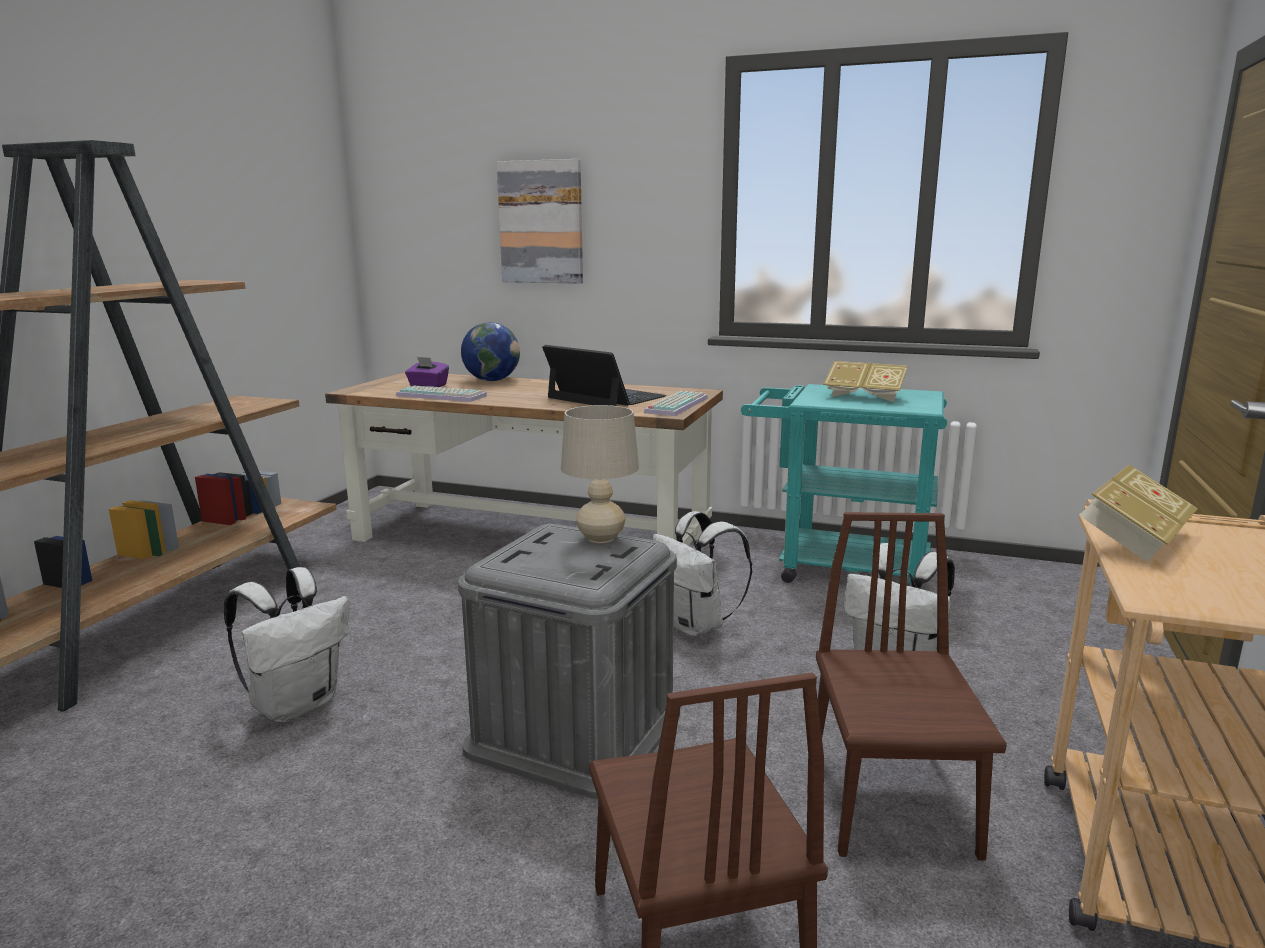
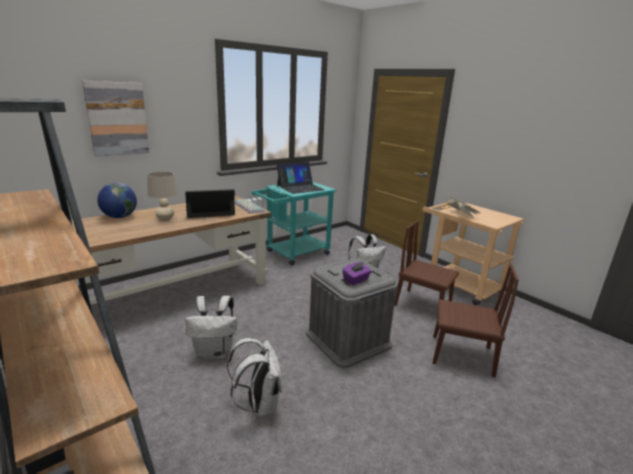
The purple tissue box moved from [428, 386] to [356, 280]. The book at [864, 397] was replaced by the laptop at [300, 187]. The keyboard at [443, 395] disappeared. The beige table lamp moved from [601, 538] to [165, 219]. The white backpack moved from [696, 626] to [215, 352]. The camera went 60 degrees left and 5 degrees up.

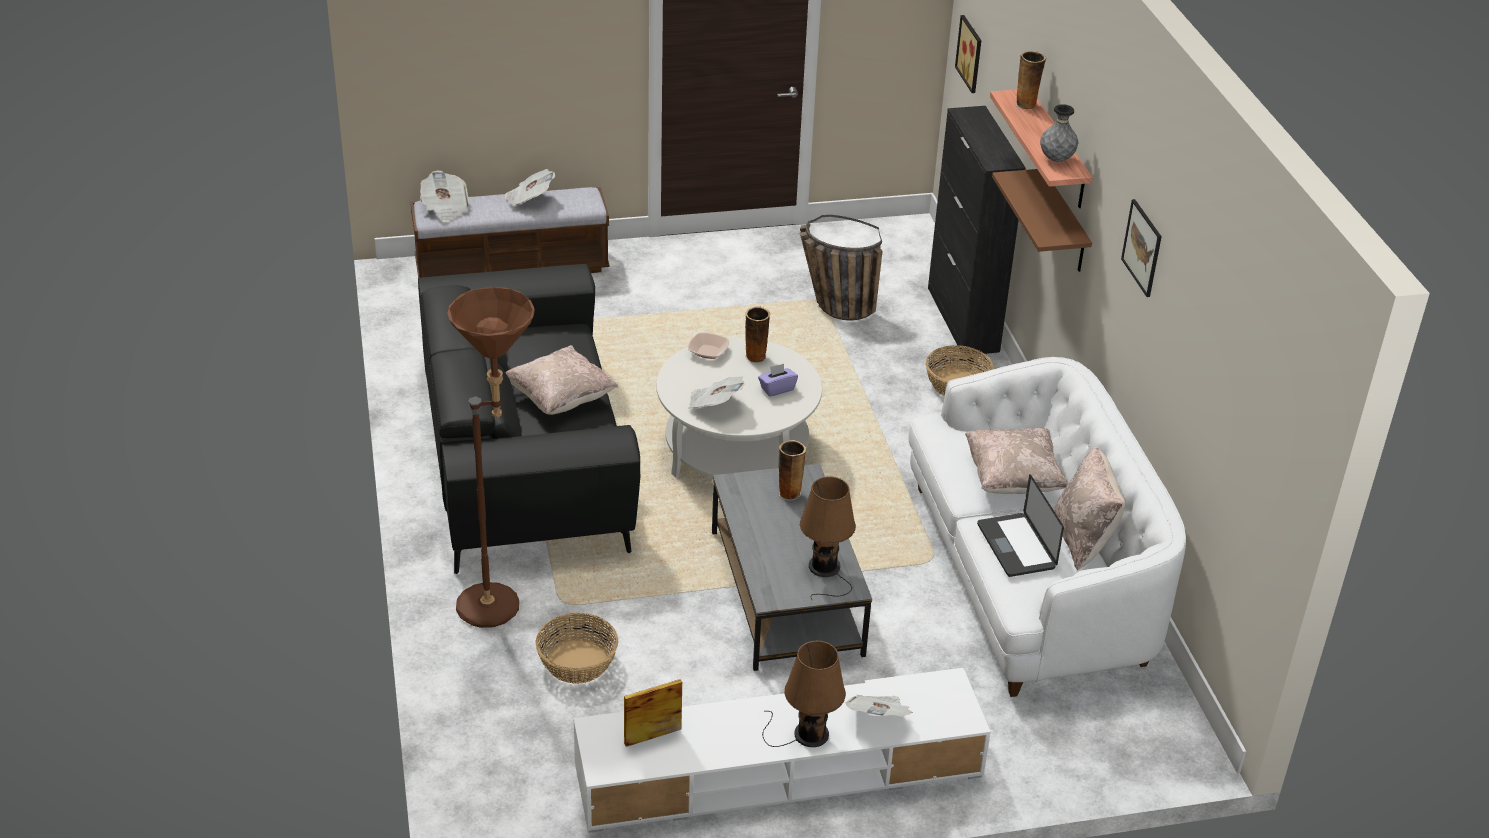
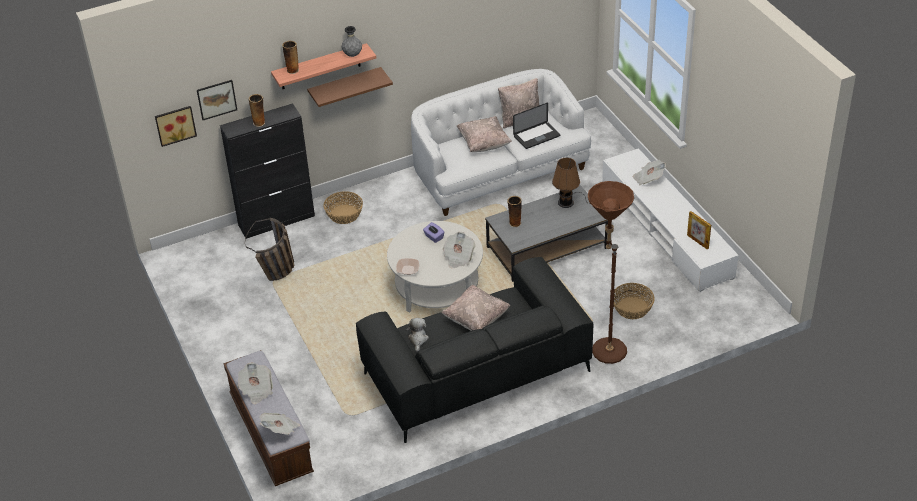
The picture moved from [1142, 247] to [216, 99]. The vase moved from [755, 357] to [259, 123]. The brown table lamp at [806, 734] disappeared. The plush toy at [418, 339] appeared. The camera went 100 degrees left and 5 degrees up.

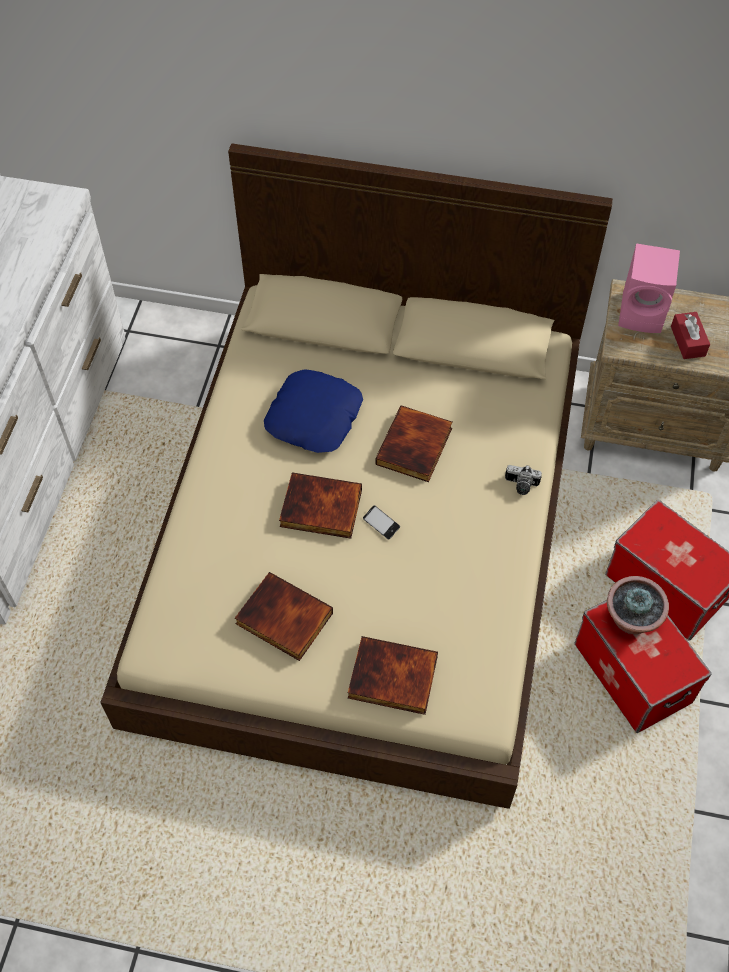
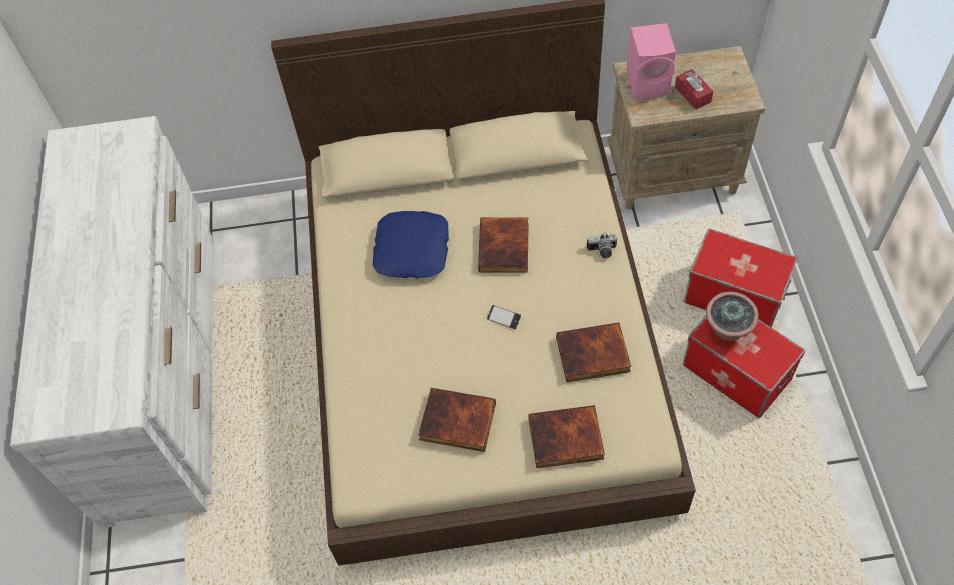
The book moved from [320, 509] to [592, 356]. The camera went 15 degrees left and 0 degrees up.

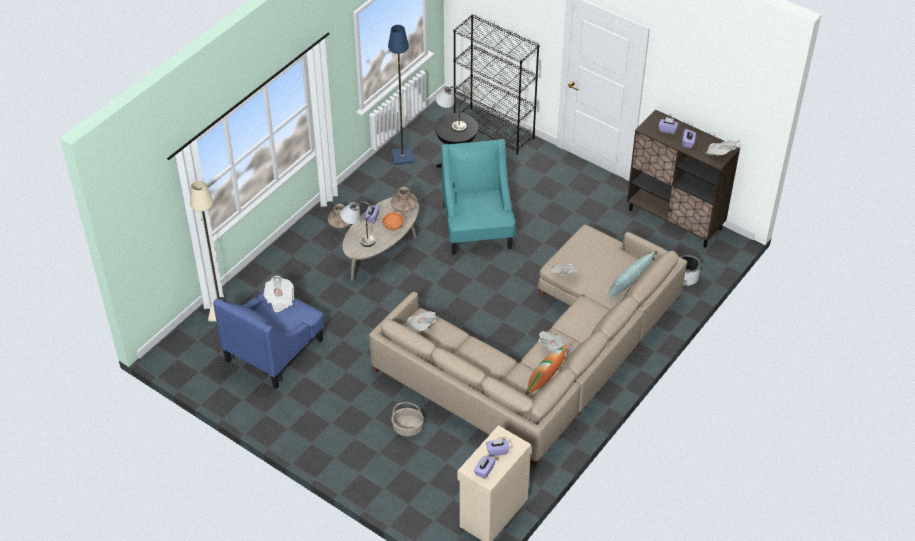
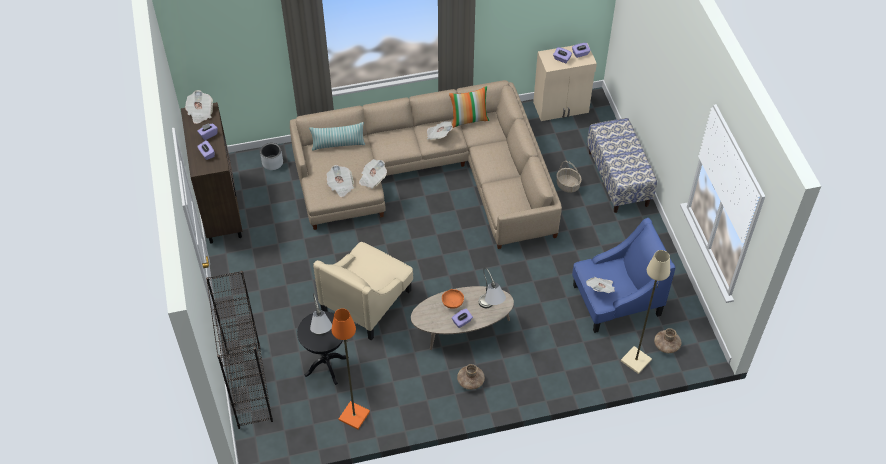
The blue floor lamp at [403, 157] became the orange floor lamp at [354, 415]. The turquoise armchair at [477, 226] became the beige armchair at [367, 301]. The brown vase moved from [404, 207] to [666, 345]. The newspaper moved from [420, 327] to [340, 186]. The bench at [618, 179] appeared. The camera went 140 degrees left and 5 degrees up.

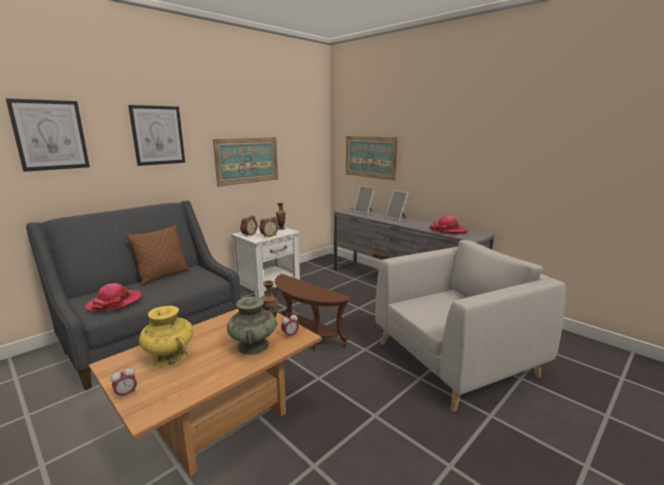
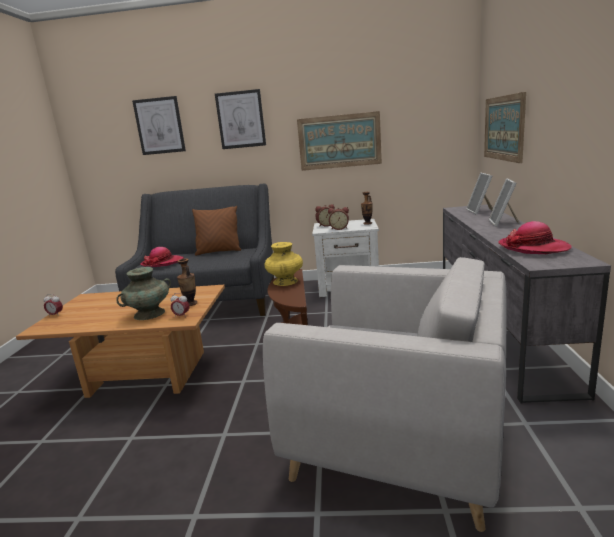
The yellow vase moved from [169, 357] to [285, 281]. The camera went 50 degrees right and 0 degrees up.

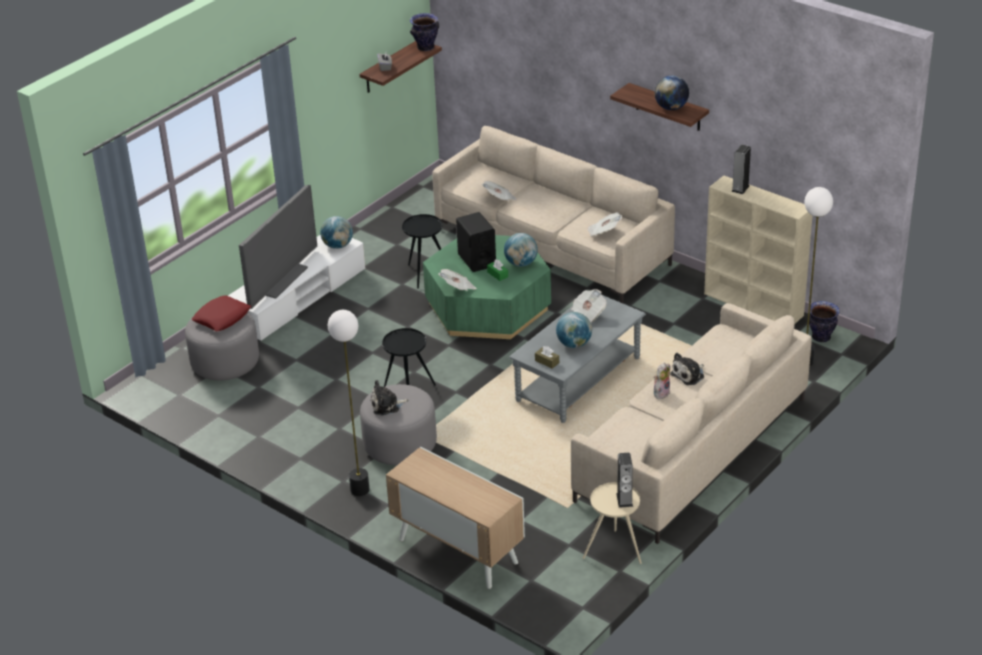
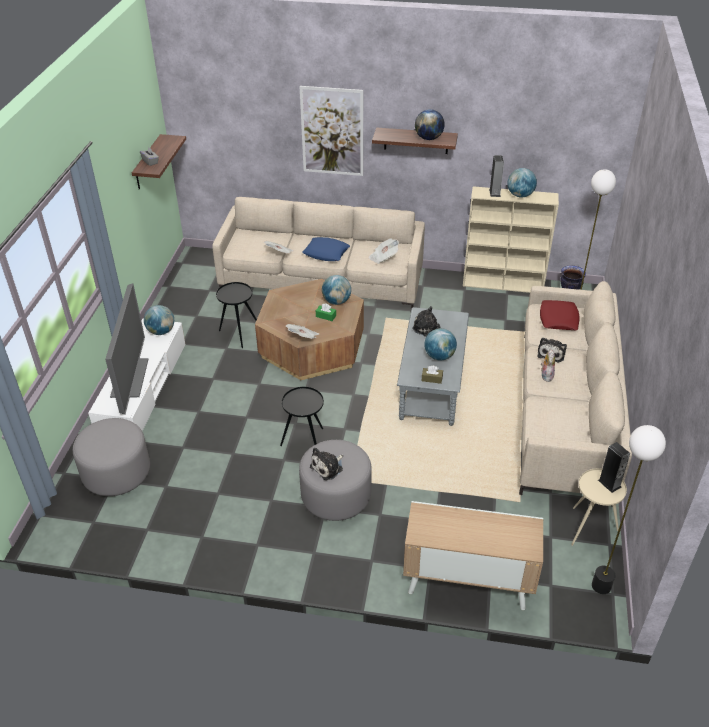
The vase at [425, 47] disappeared. The black speaker at [476, 260] disappeared. The green coffee table at [488, 307] became the brown coffee table at [312, 346]. The newspaper at [586, 316] was replaced by the plush toy at [427, 329]. The red pillow moved from [222, 318] to [558, 319]. The floor lamp moved from [360, 489] to [601, 585]. The picture at [332, 131] appeared. The globe at [520, 195] appeared. The blue pillow at [326, 253] appeared. The camera went 30 degrees left and 5 degrees up.

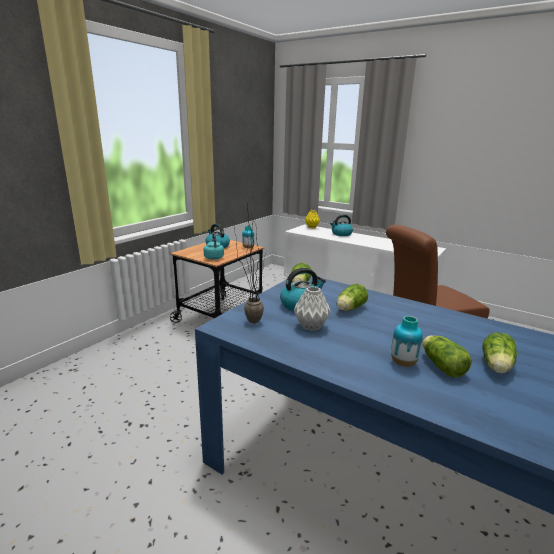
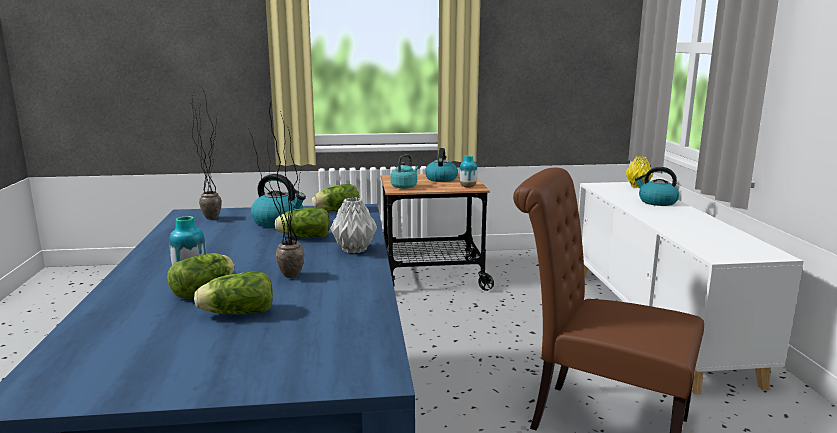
The grey vase moved from [311, 326] to [355, 249]. The potted plant at [283, 275] appeared. The camera went 50 degrees right and 5 degrees down.

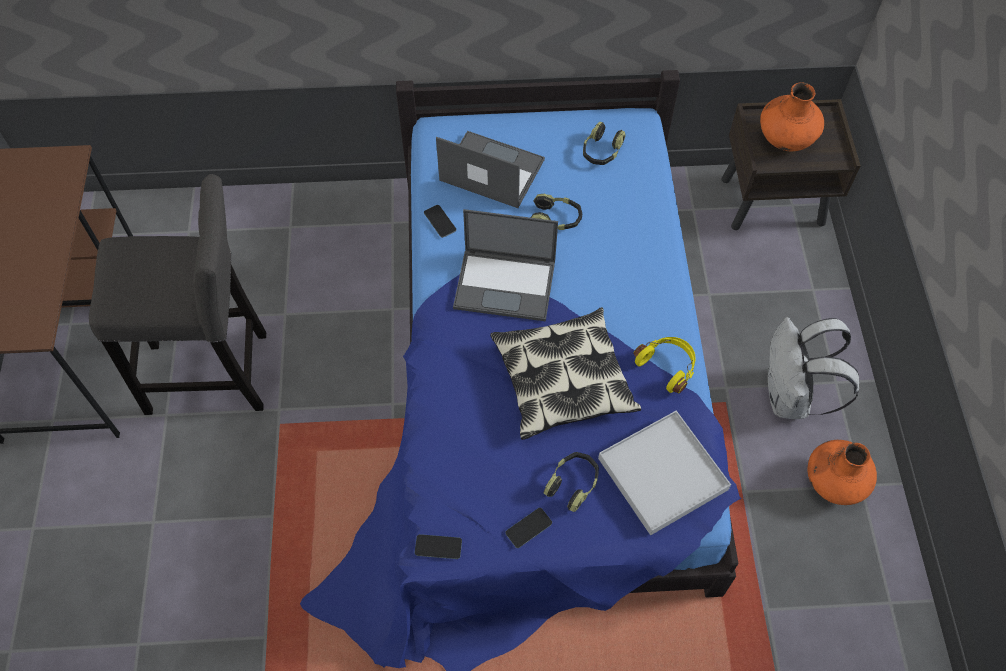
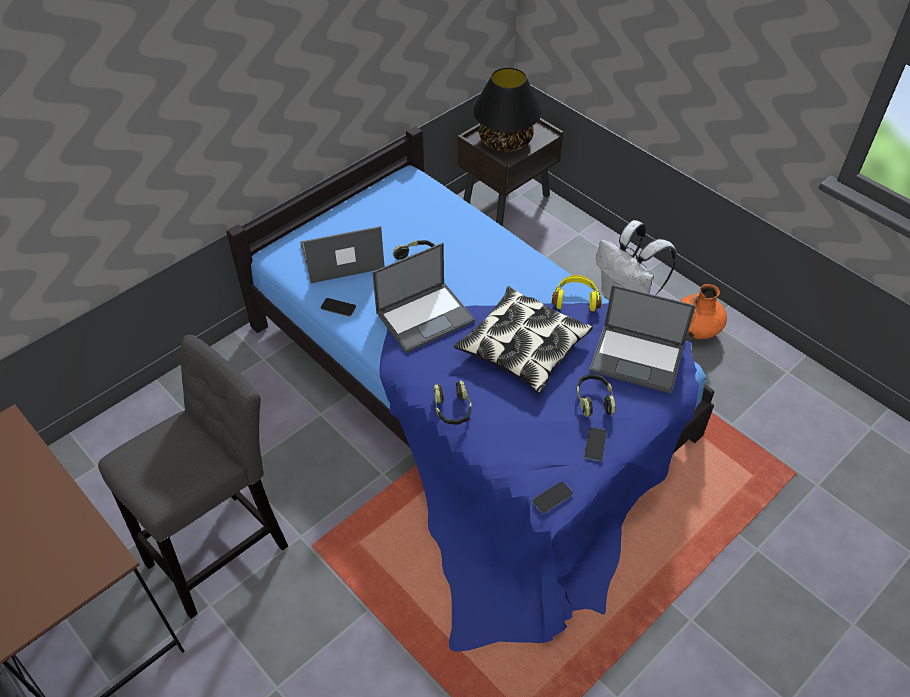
The orange vase at [785, 139] was replaced by the black table lamp at [505, 141]. The headphones moved from [601, 151] to [452, 409]. The white tray at [663, 474] was replaced by the laptop at [638, 358]. The camera went 40 degrees left and 10 degrees down.

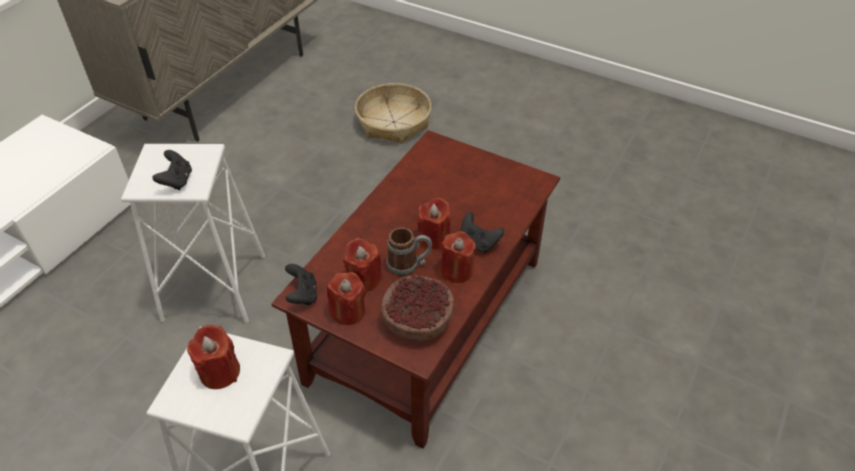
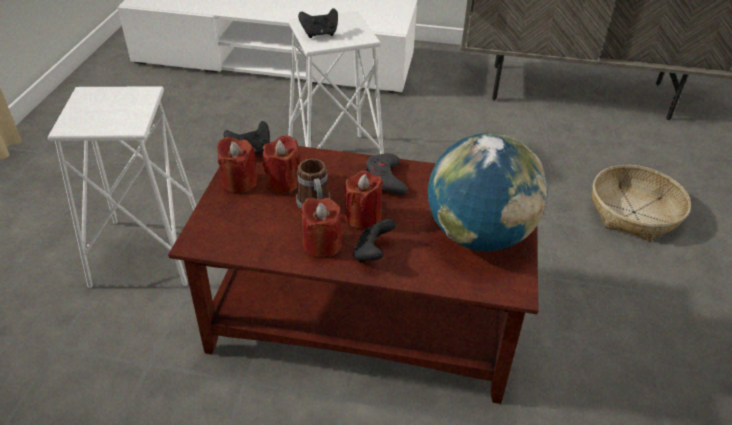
The bowl at [418, 319] disappeared. The red candle at [219, 372] disappeared. The globe at [478, 235] appeared. The grey game controller at [385, 179] appeared. The camera went 70 degrees right and 5 degrees down.

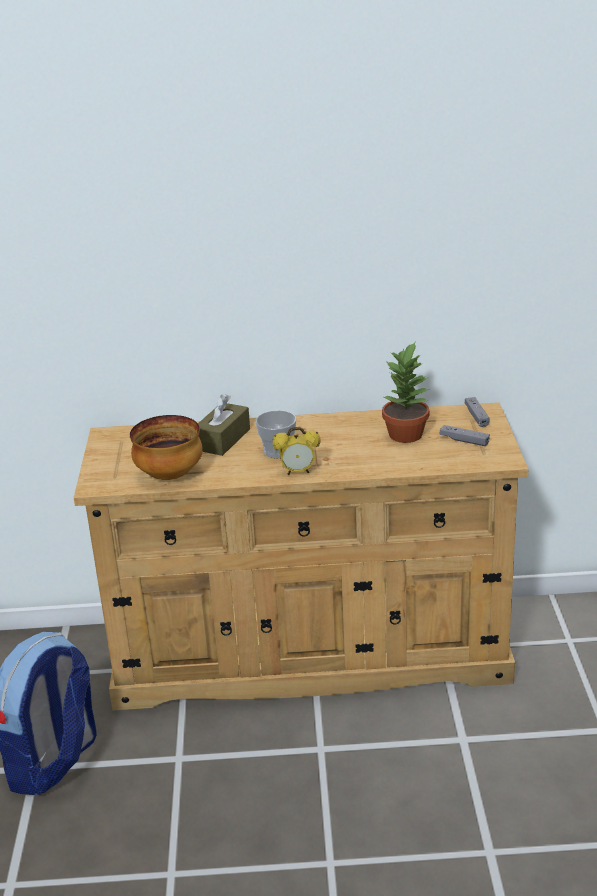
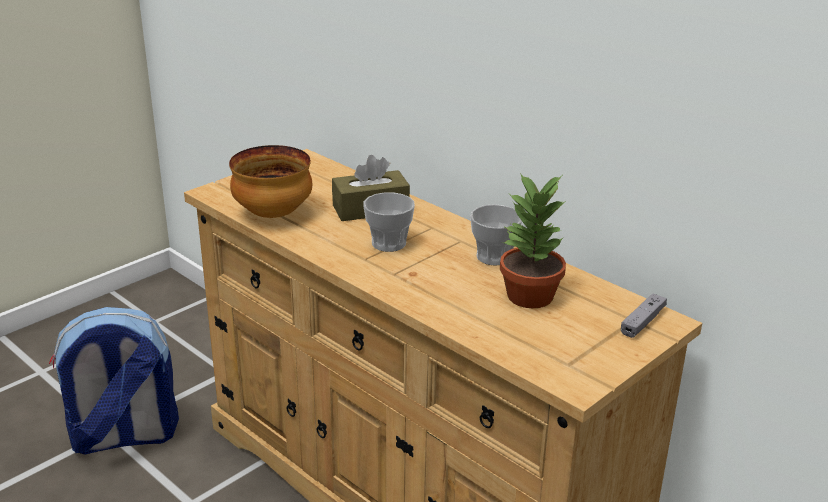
The grey game controller at [464, 440] disappeared. The alarm clock at [298, 472] disappeared. The cup at [494, 256] appeared. The camera went 45 degrees right and 0 degrees up.

